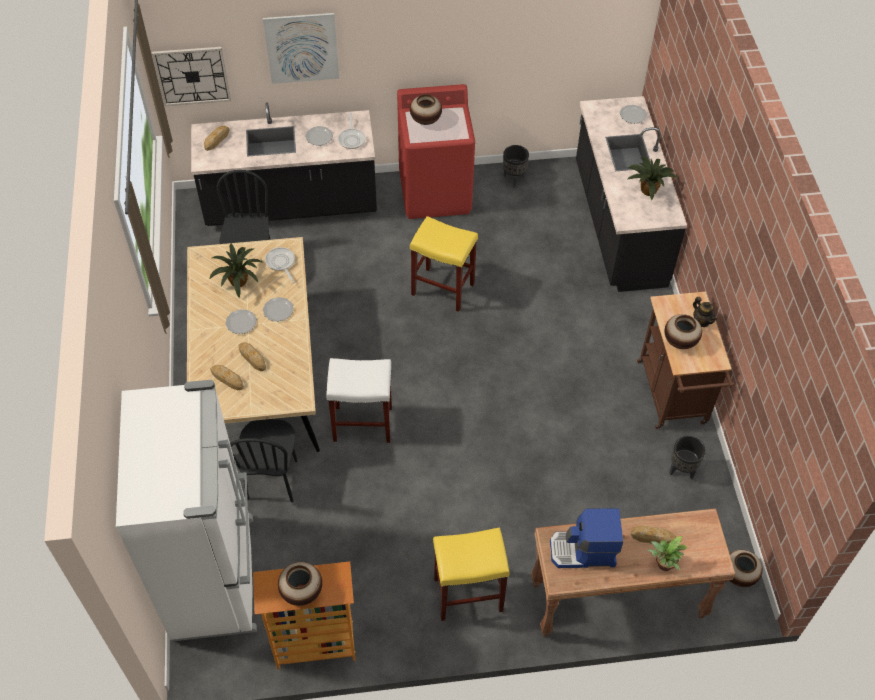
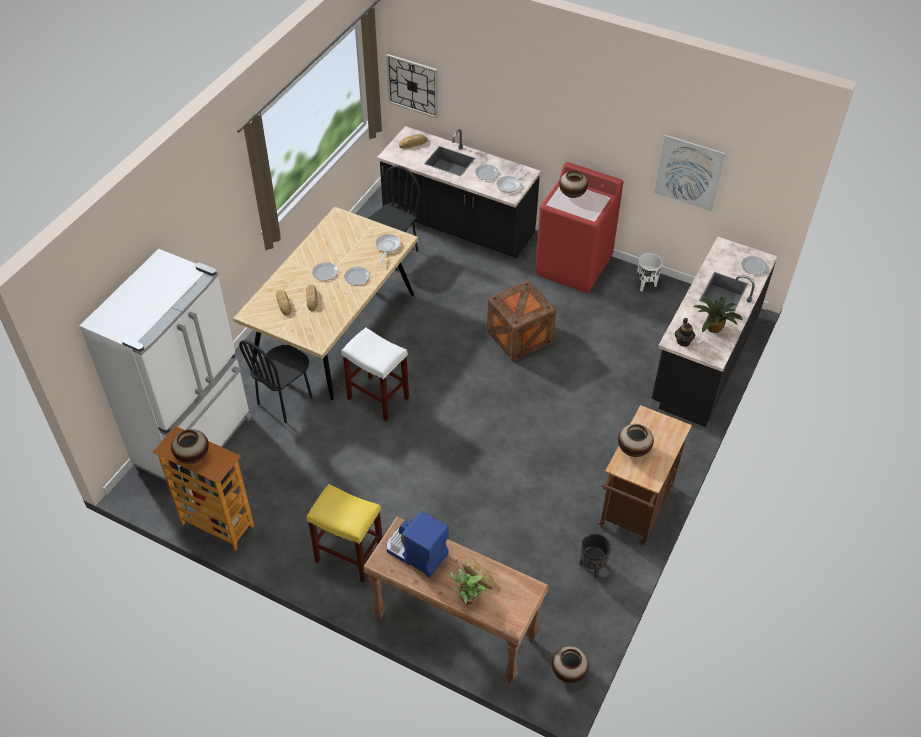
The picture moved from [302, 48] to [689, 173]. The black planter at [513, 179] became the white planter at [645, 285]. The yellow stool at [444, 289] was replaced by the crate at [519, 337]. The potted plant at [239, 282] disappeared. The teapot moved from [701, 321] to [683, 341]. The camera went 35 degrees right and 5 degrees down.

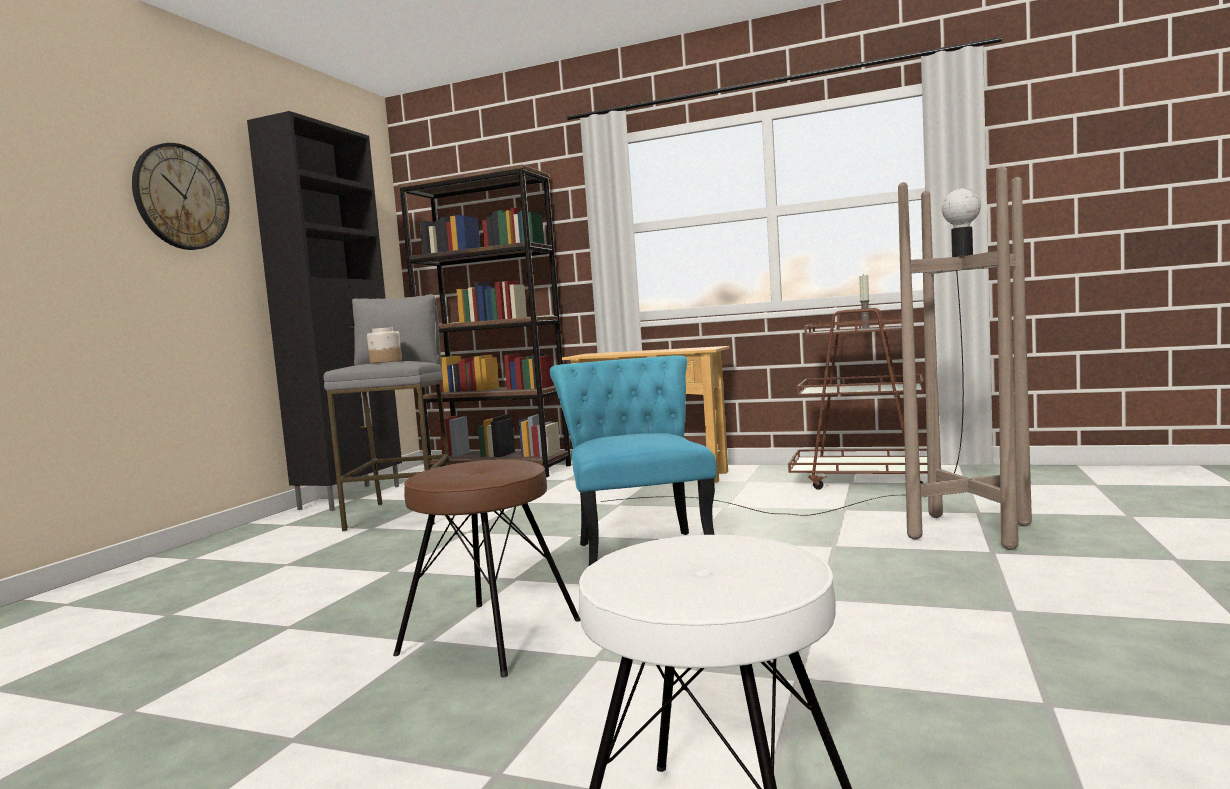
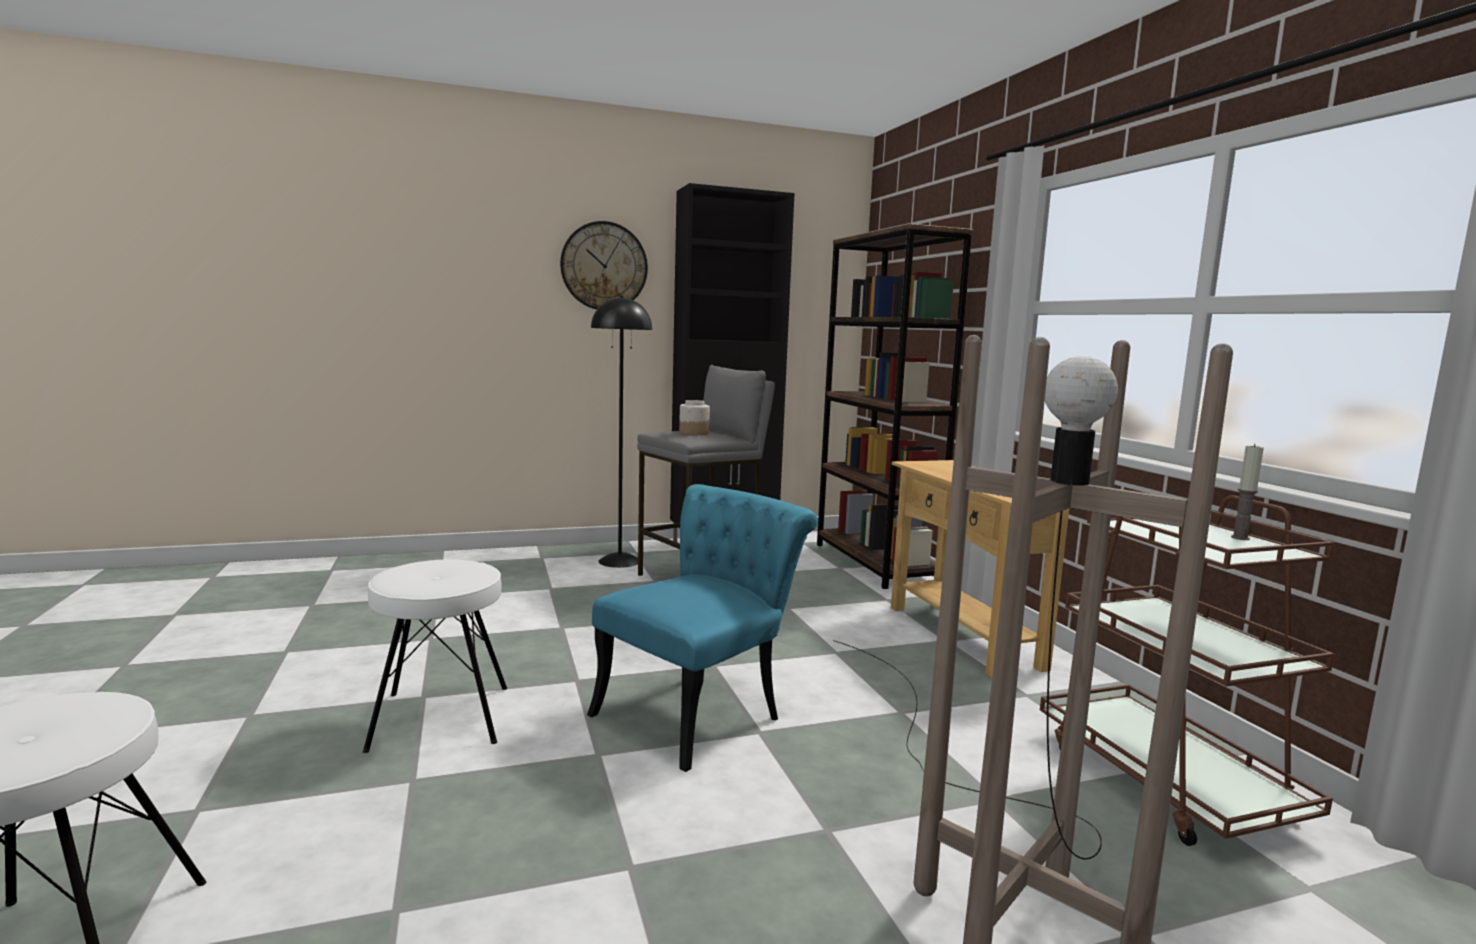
The brown stool at [491, 636] became the white stool at [442, 717]. The black floor lamp at [620, 561] appeared. The camera went 50 degrees right and 5 degrees up.

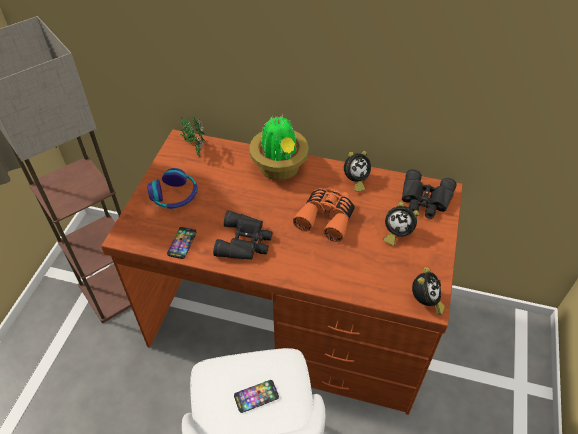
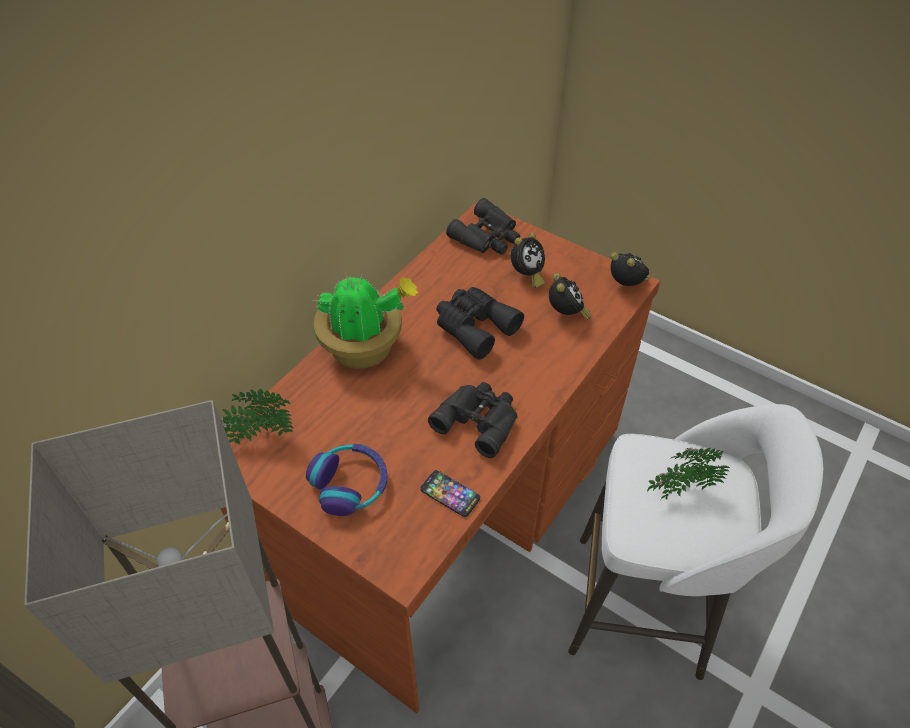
The alarm clock moved from [355, 181] to [566, 314]. The orange binoculars at [327, 217] became the black binoculars at [474, 327]. The phone at [256, 396] was replaced by the potted plant at [679, 490]. The camera went 70 degrees left and 0 degrees up.

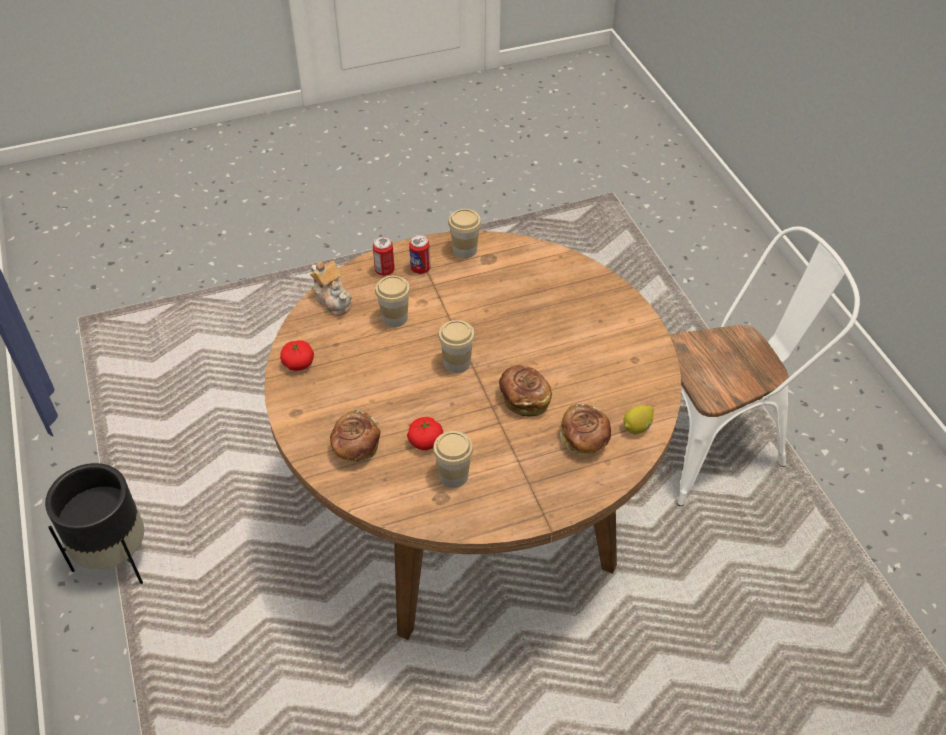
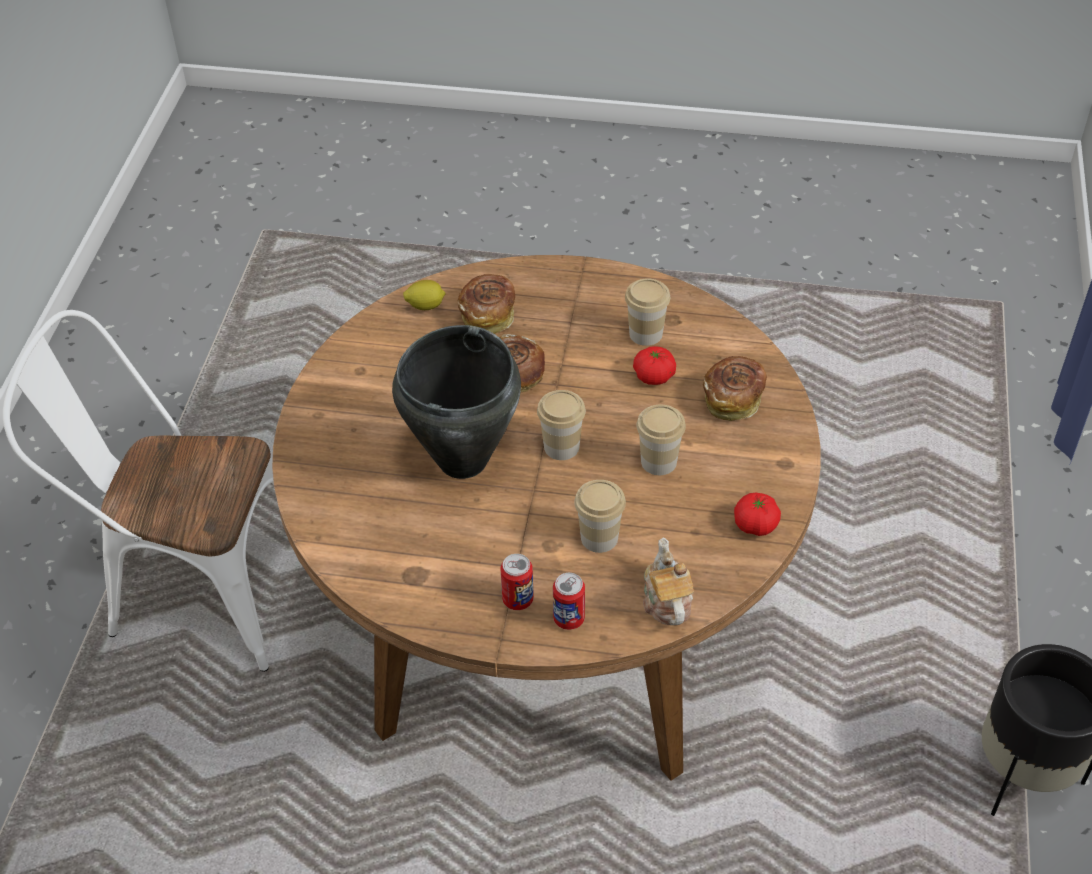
The cup moved from [464, 250] to [658, 461]. The black cooking pot at [461, 460] appeared. The camera went 150 degrees left and 0 degrees up.

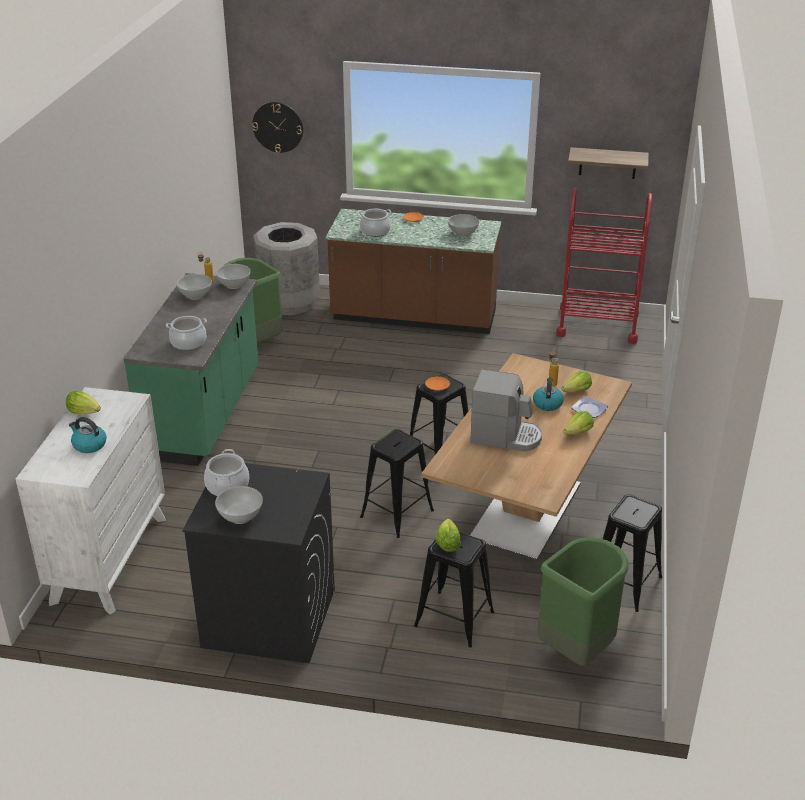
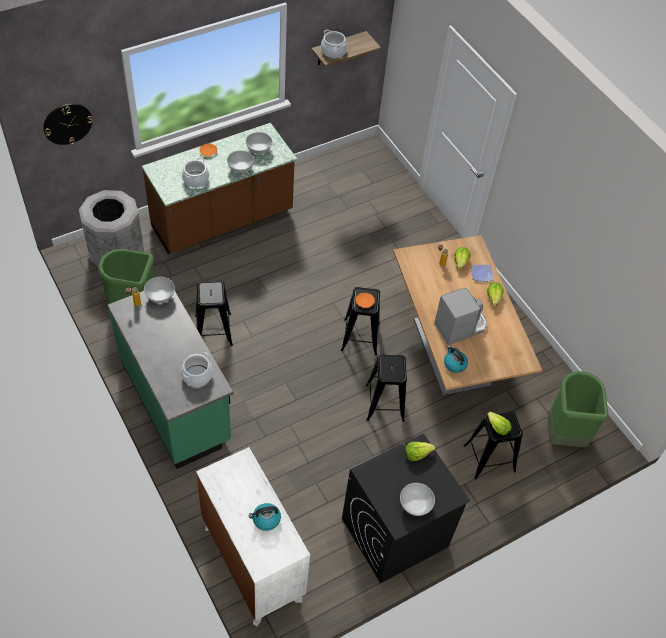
The red cart at [597, 325] disappeared. The white bowl moved from [195, 296] to [241, 168]. The kettle moved from [547, 403] to [454, 364]. The lettuce moved from [84, 411] to [417, 453]. The cooking pot moved from [227, 486] to [333, 51]. The black stool moved from [625, 584] to [213, 330]. The camera went 45 degrees left and 20 degrees up.

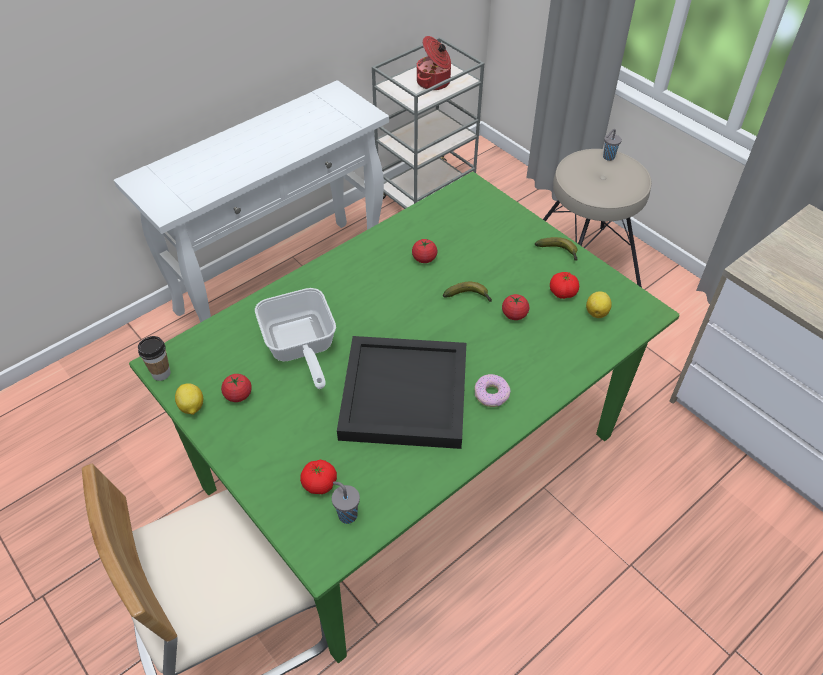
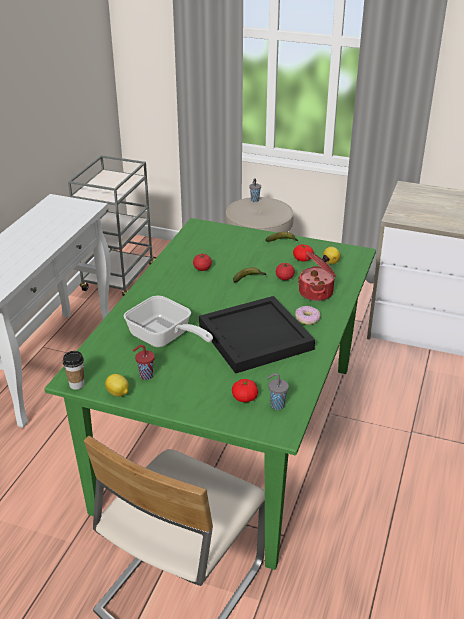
The cooking pot moved from [434, 82] to [317, 292]. The tomato at [238, 395] was replaced by the red cup at [145, 376]. The camera went 30 degrees left and 15 degrees down.

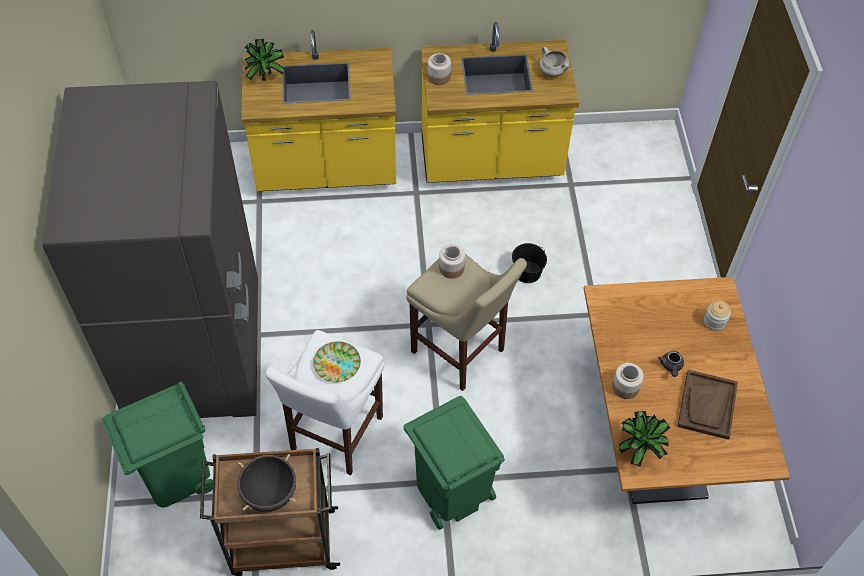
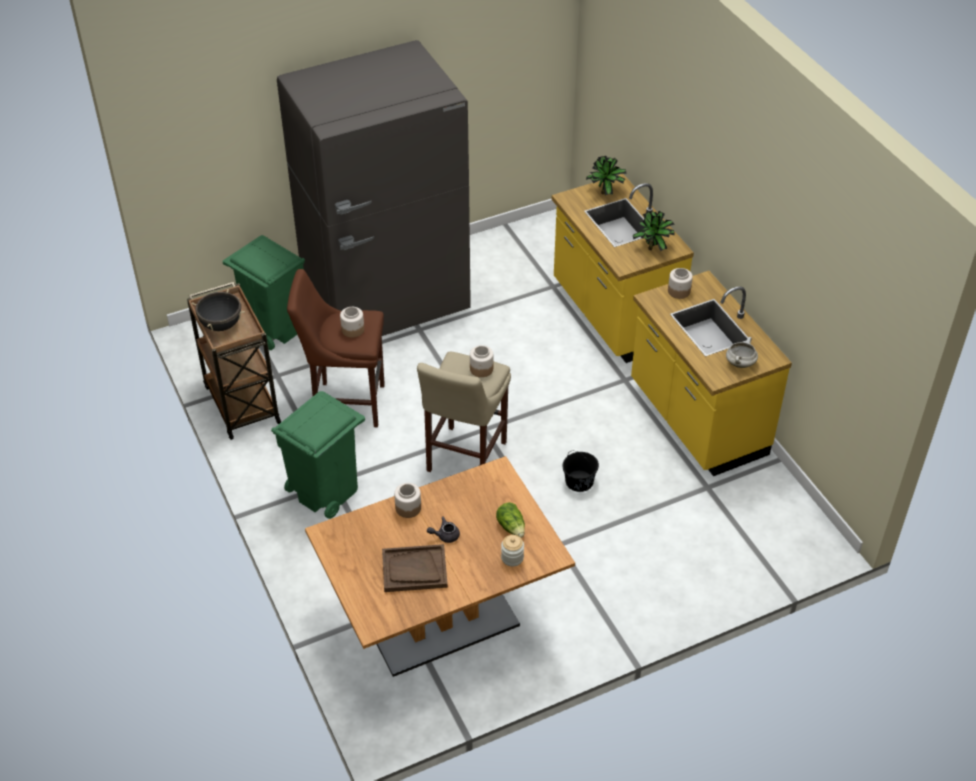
The white stool at [333, 436] became the brown stool at [345, 403]. The plate at [337, 363] was replaced by the jar at [353, 330]. The potted plant moved from [639, 450] to [653, 249]. The lettuce at [511, 527] appeared. The camera went 70 degrees right and 10 degrees down.

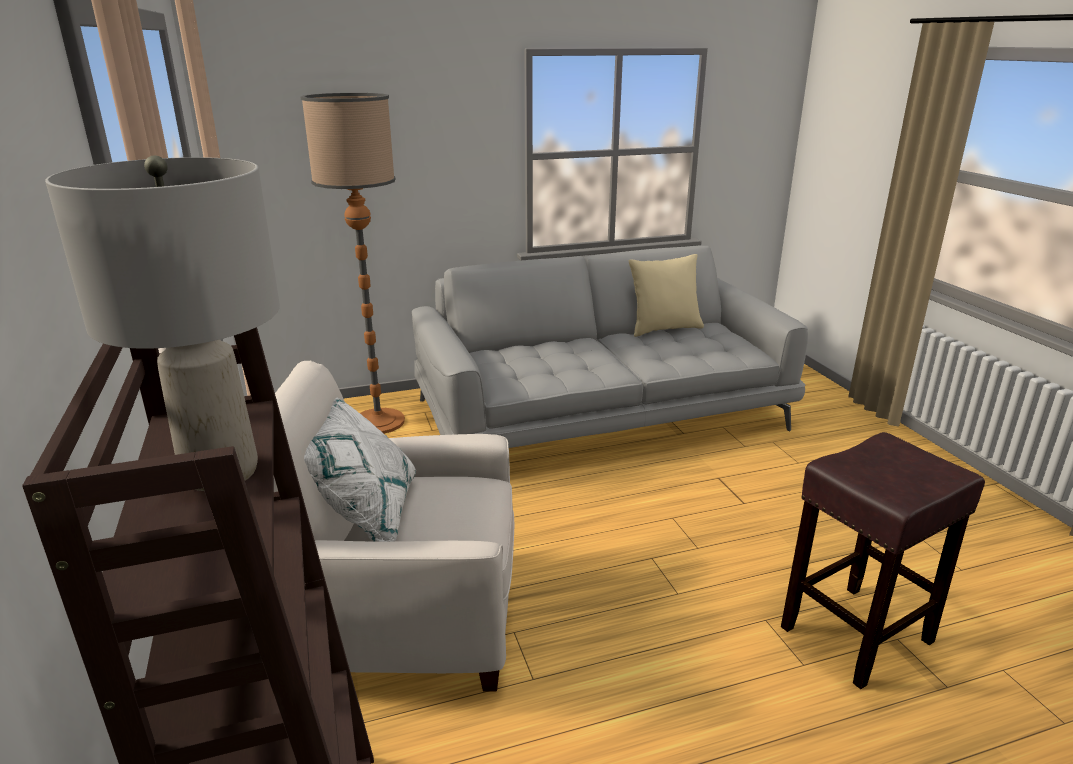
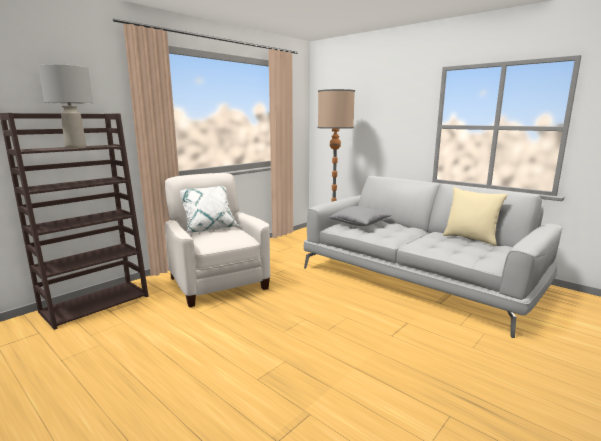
The brown stool at [855, 635] disappeared. The grey pillow at [359, 223] appeared. The camera went 60 degrees right and 10 degrees down.

